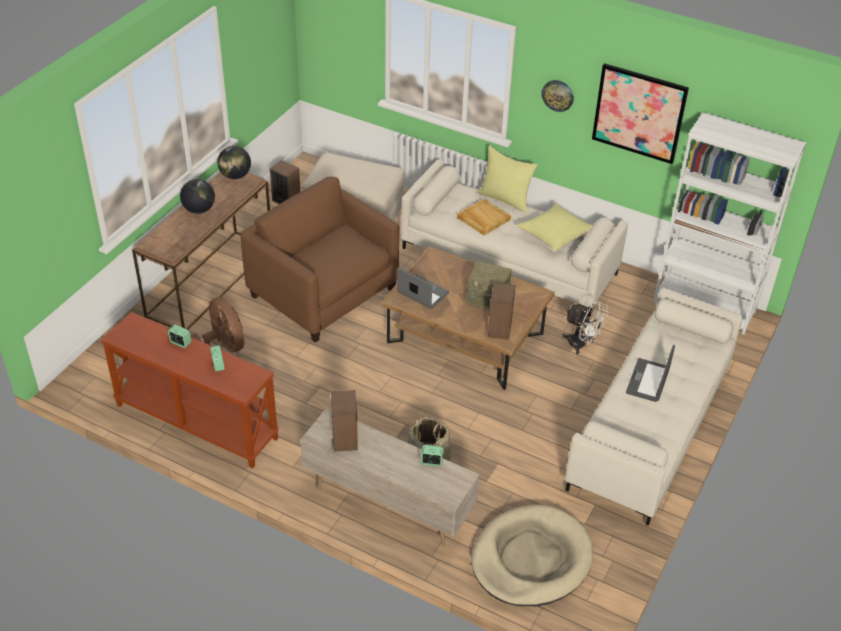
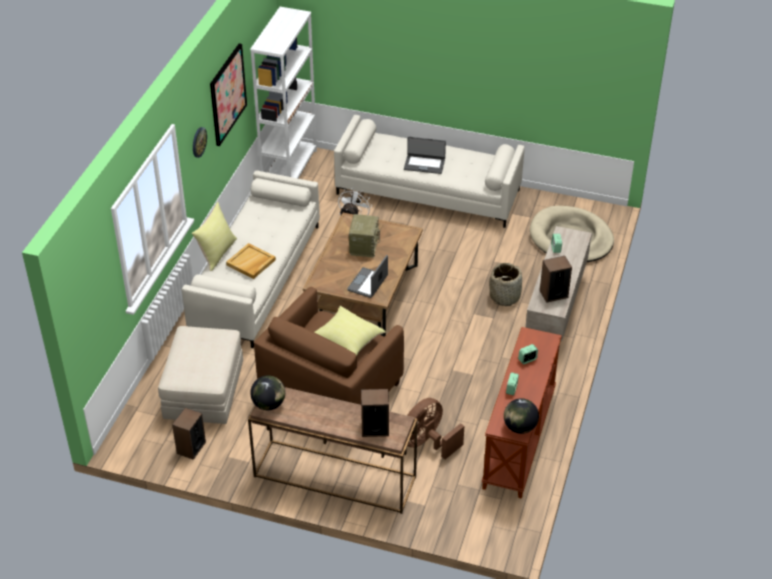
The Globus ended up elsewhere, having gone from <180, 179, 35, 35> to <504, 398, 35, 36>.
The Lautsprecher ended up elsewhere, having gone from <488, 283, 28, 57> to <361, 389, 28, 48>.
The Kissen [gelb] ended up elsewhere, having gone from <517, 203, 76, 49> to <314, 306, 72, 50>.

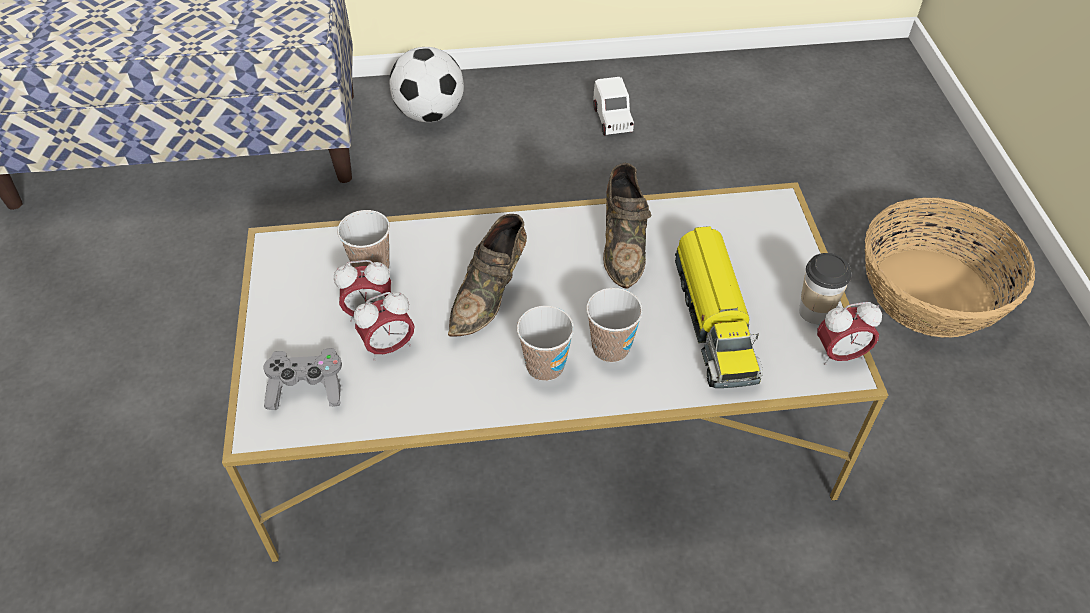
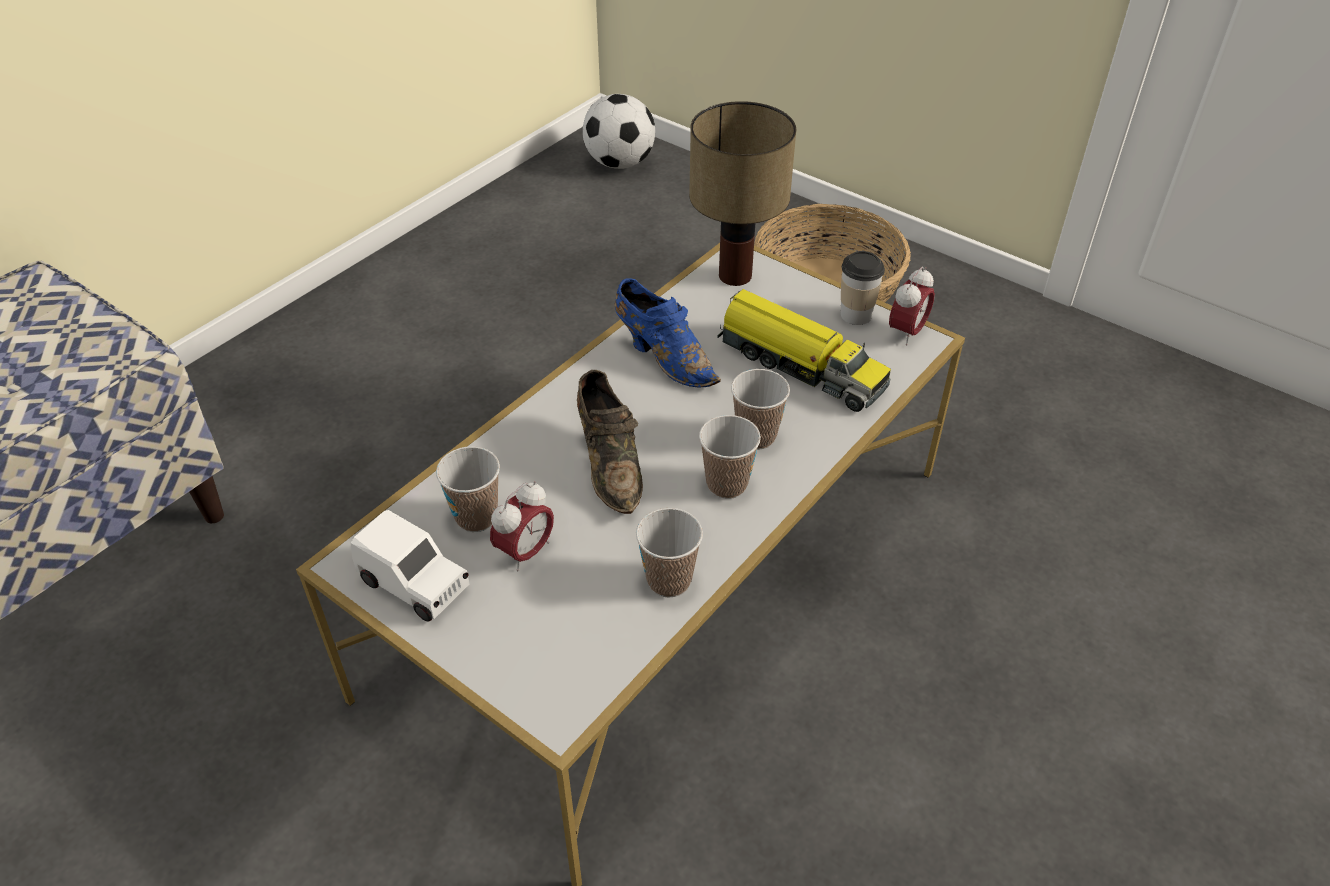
The second view lost the Gamepad [grau] at <264, 348, 78, 62>.
The second view lost the Wecker at <354, 292, 61, 69>.
The second view gained the Tasse at <636, 508, 67, 89>.
The second view gained the Tischlampe at <689, 101, 107, 185>.
The Fußball ended up elsewhere, having gone from <389, 47, 75, 75> to <583, 94, 72, 75>.
The Spielzeugauto [weiß] ended up elsewhere, having gone from <593, 77, 41, 59> to <351, 510, 118, 111>.
What was the Schuh [braun] at <603, 163, 49, 126> turned into the Schuh [blau] at <614, 278, 107, 109>.

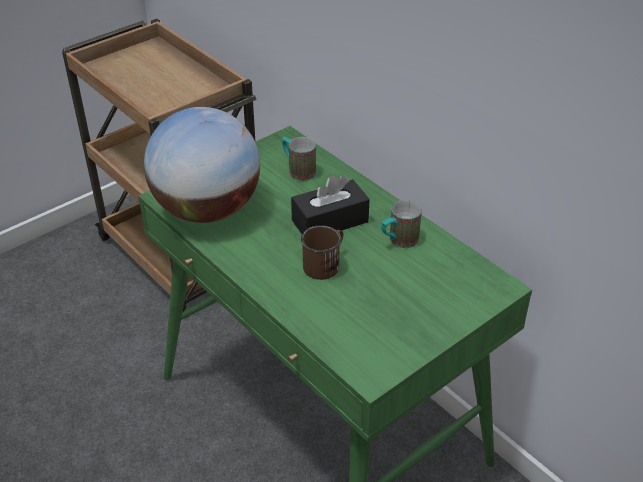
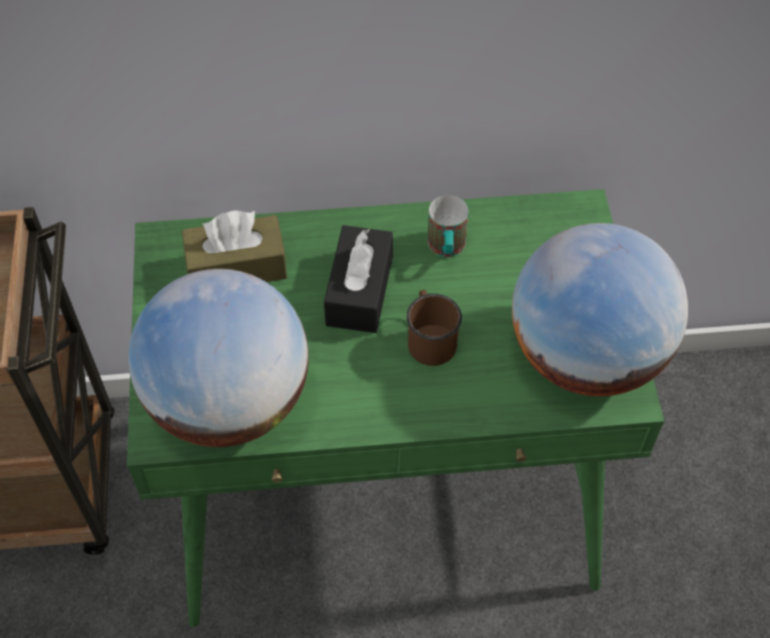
The second view gained the Globus at <512, 223, 176, 173>.
Where the Henkelbecher stood at <282, 137, 34, 44>, the Taschentuchbox [braun] came to stand at <182, 210, 105, 72>.

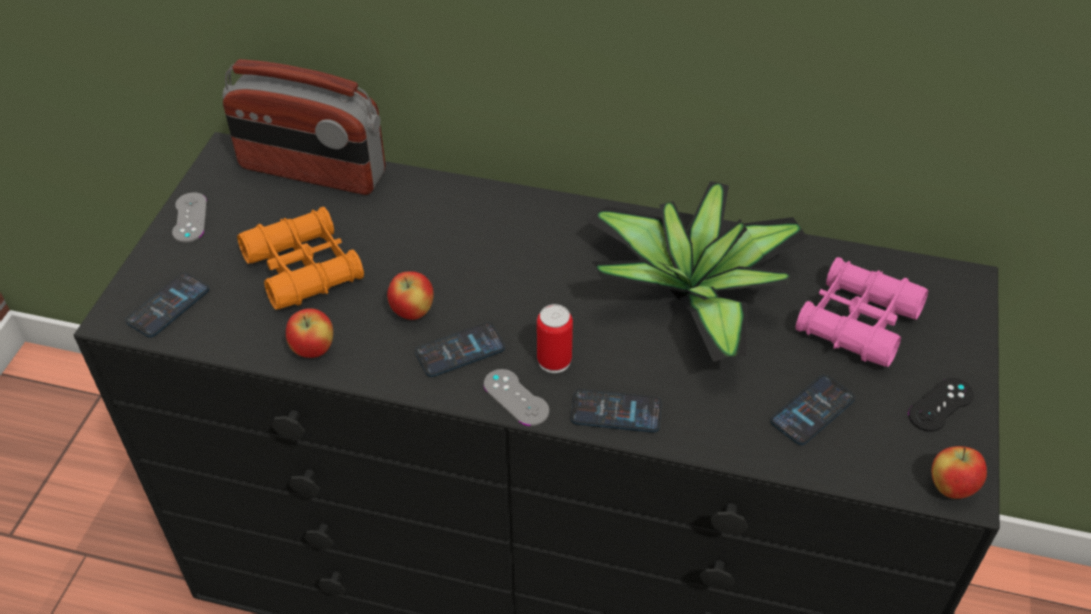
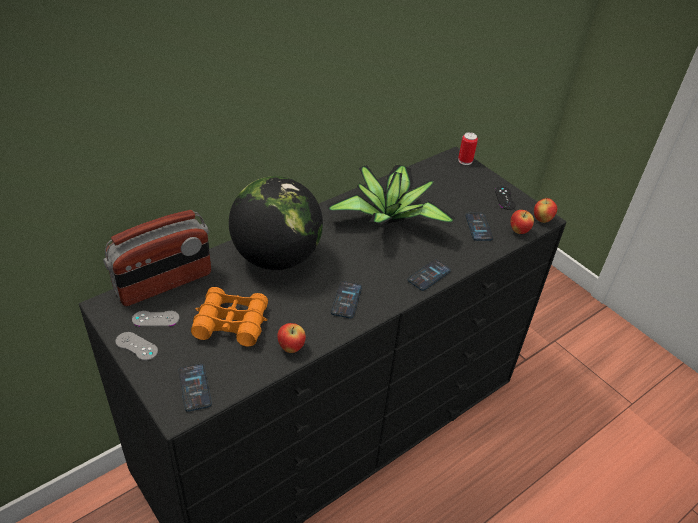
The second view lost the Fernglas [rosa] at <795, 257, 134, 110>.
The second view gained the Globus at <229, 176, 94, 94>.
The Apfel ended up elsewhere, having gone from <387, 271, 47, 49> to <511, 210, 23, 24>.
The Gamepad [grau] ended up elsewhere, having gone from <484, 369, 65, 57> to <132, 311, 48, 16>.
The Dose ended up elsewhere, having gone from <537, 304, 36, 69> to <458, 132, 20, 33>.

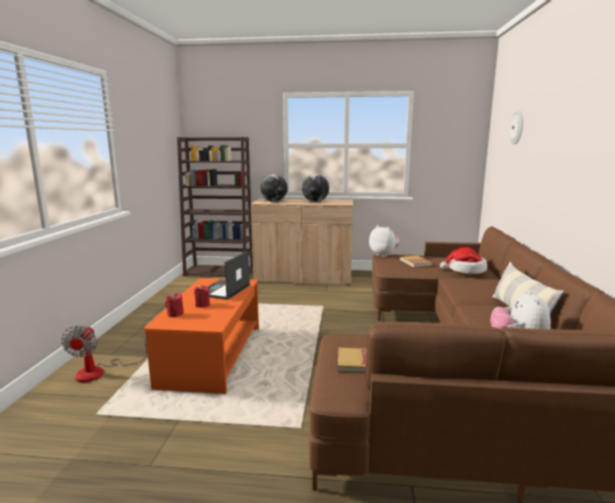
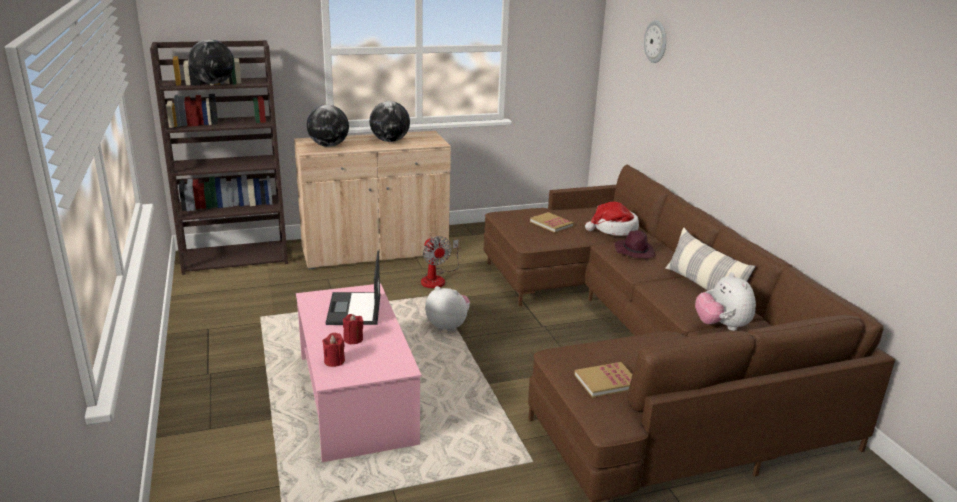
The second view gained the Globus at <188, 39, 46, 45>.
The second view gained the Hut [lila] at <615, 230, 41, 28>.
The Ventilator ended up elsewhere, having gone from <61, 325, 86, 57> to <421, 236, 38, 52>.
The Plüschtier ended up elsewhere, having gone from <369, 225, 31, 32> to <425, 286, 45, 45>.
What was the Couchtisch [orange] at <143, 278, 116, 116> turned into the Couchtisch [rosa] at <296, 284, 126, 178>.

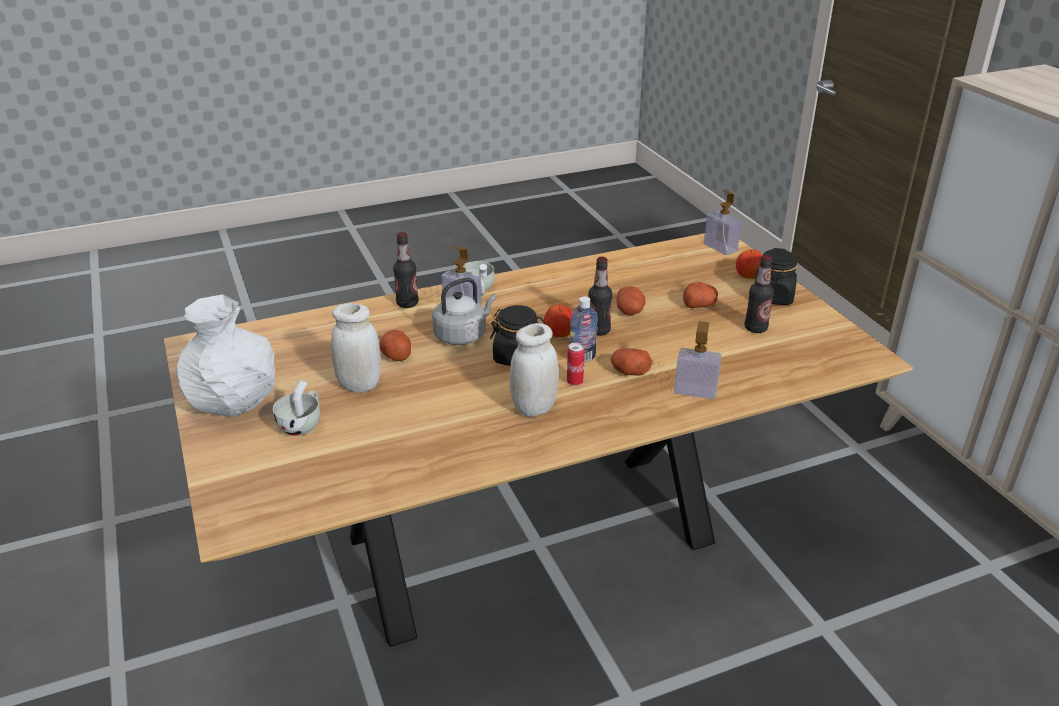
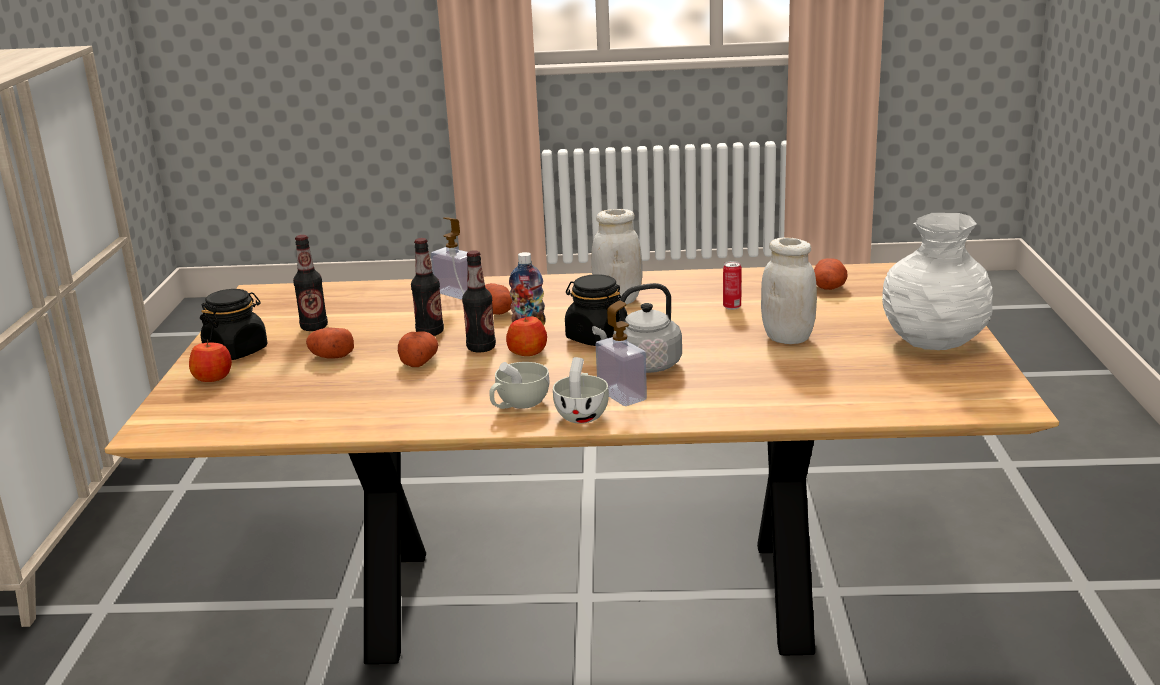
The second view lost the Seifenspender at <704, 190, 37, 65>.
The Tasse [weiß] ended up elsewhere, having gone from <273, 380, 47, 56> to <489, 362, 60, 47>.
The Kartoffel ended up elsewhere, having gone from <380, 330, 31, 31> to <814, 258, 34, 32>.
The Flasche ended up elsewhere, having gone from <393, 232, 26, 76> to <411, 238, 33, 98>.
The Dose ended up elsewhere, having gone from <567, 342, 18, 44> to <723, 261, 19, 49>.

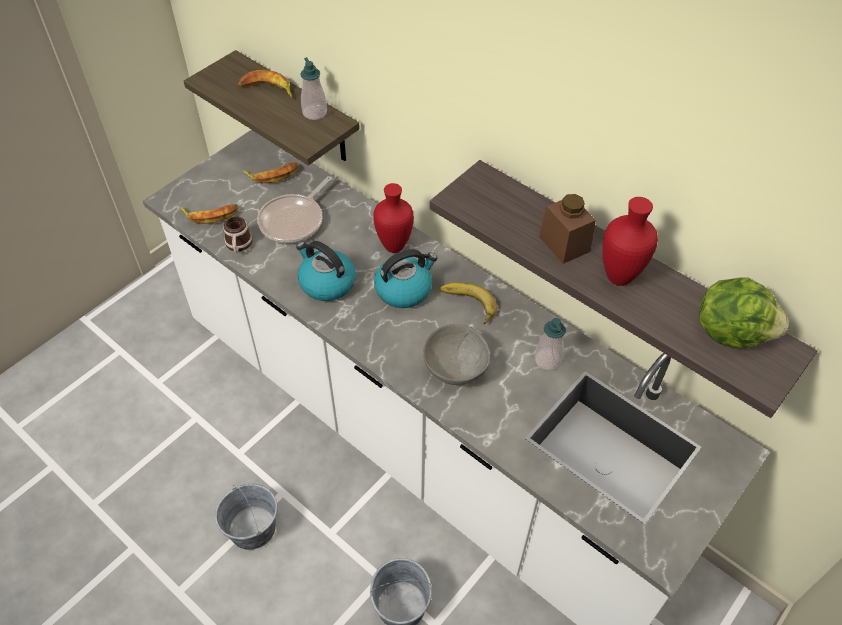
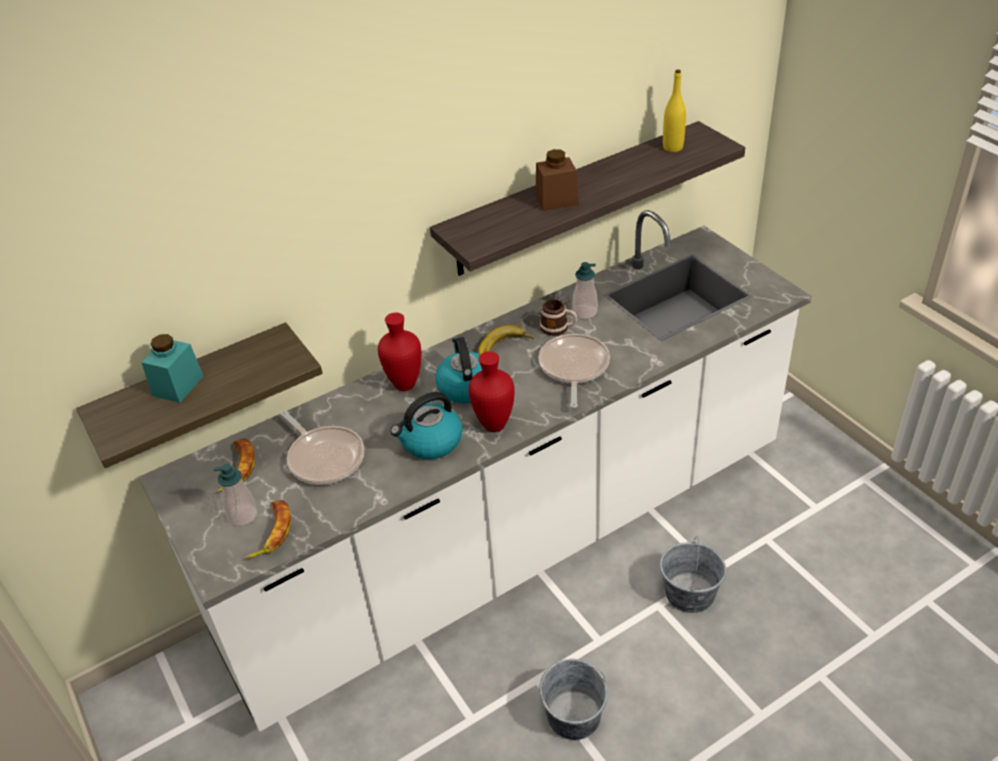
The Henkelbecher ended up elsewhere, having gone from <223, 216, 30, 37> to <540, 300, 37, 36>.
The Seifenspender ended up elsewhere, having gone from <301, 57, 26, 63> to <213, 464, 45, 62>.
The Vase [rot] ended up elsewhere, having gone from <602, 197, 56, 89> to <469, 351, 45, 81>.
Where the Banane stood at <238, 70, 54, 27>, the Vorratsglas [türkis] came to stand at <141, 334, 62, 69>.
Where the Schüssel [grau] stood at <423, 324, 68, 61>, the Pfanne came to stand at <538, 334, 72, 74>.
Where the Salatkopf stood at <699, 277, 90, 72>, the Flasche [gelb] came to stand at <663, 69, 23, 83>.

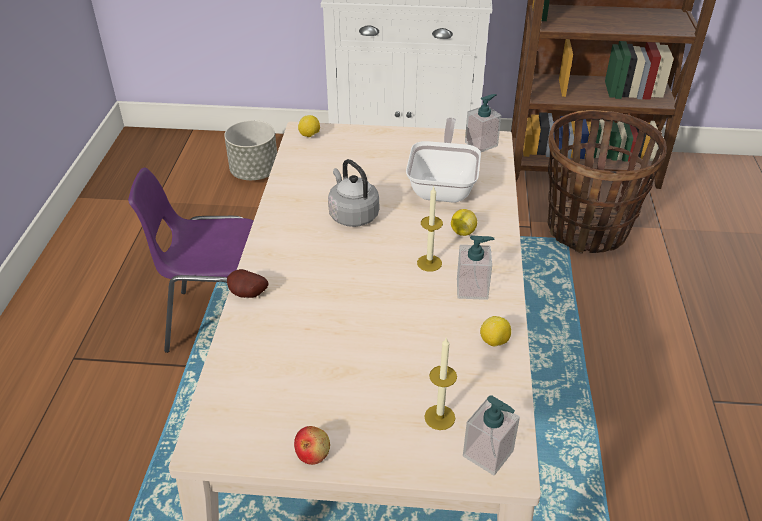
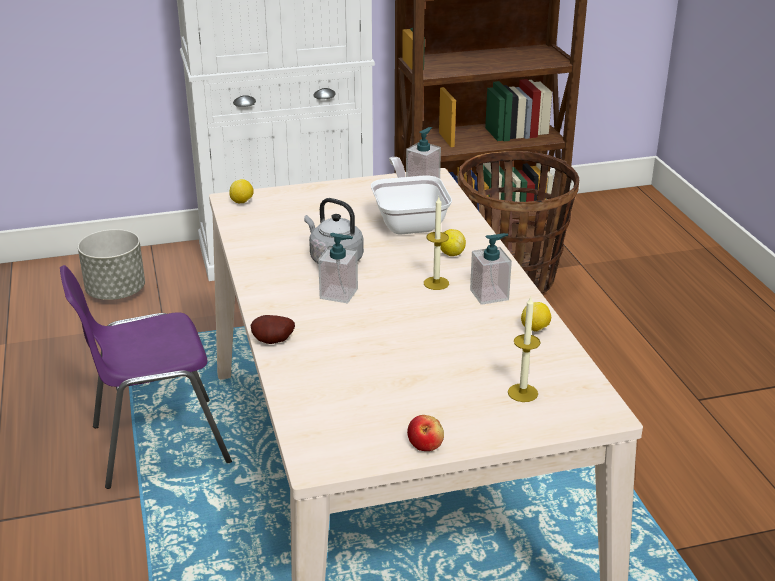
The Seifenspender ended up elsewhere, having gone from <463, 395, 57, 80> to <318, 233, 40, 70>.

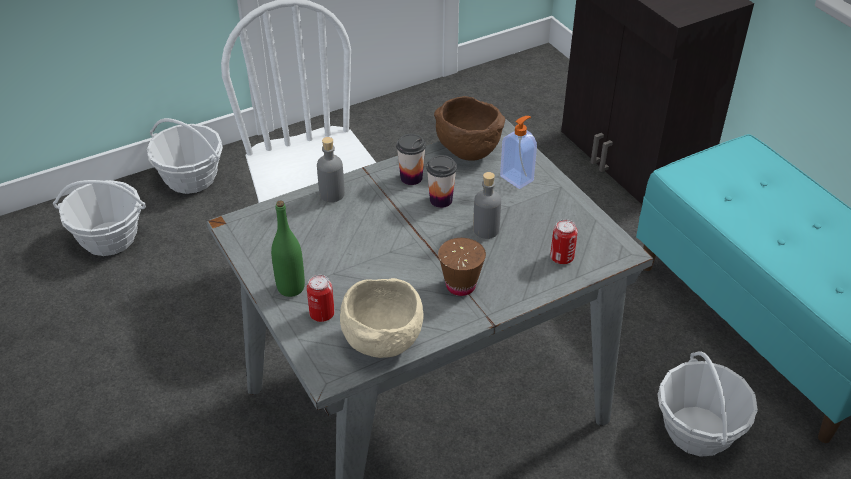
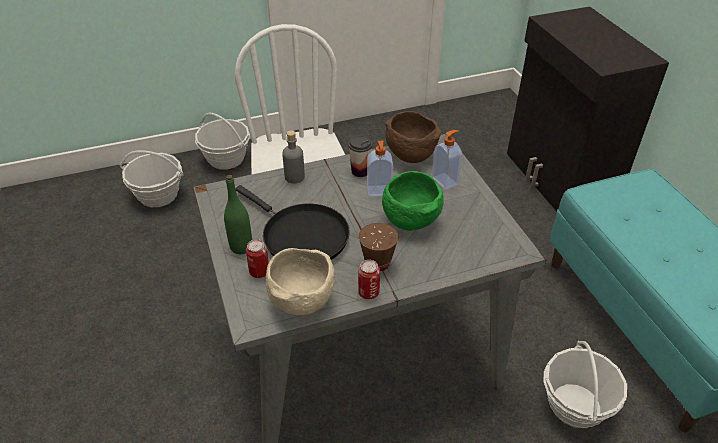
The second view gained the Pfanne [schwarz] at <235, 185, 115, 75>.
The Dose ended up elsewhere, having gone from <550, 219, 28, 45> to <358, 260, 22, 39>.
Where the Tasse stood at <426, 155, 31, 53>, the Seifenspender came to stand at <367, 141, 26, 56>.
Where the Flasche [grau] stood at <473, 172, 28, 67>, the Schüssel [grün] came to stand at <382, 171, 62, 60>.

